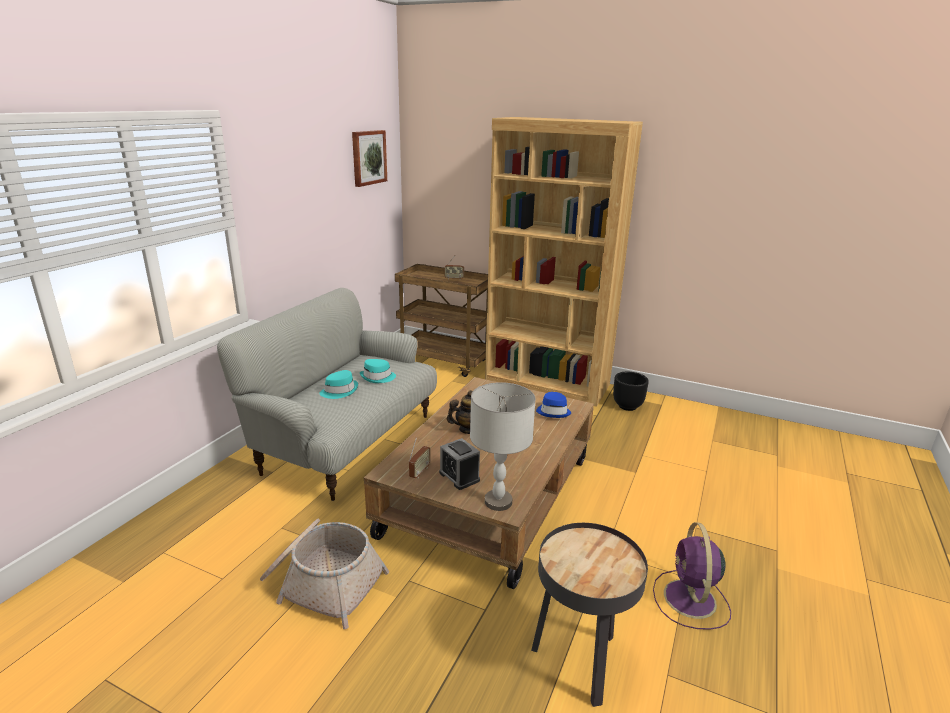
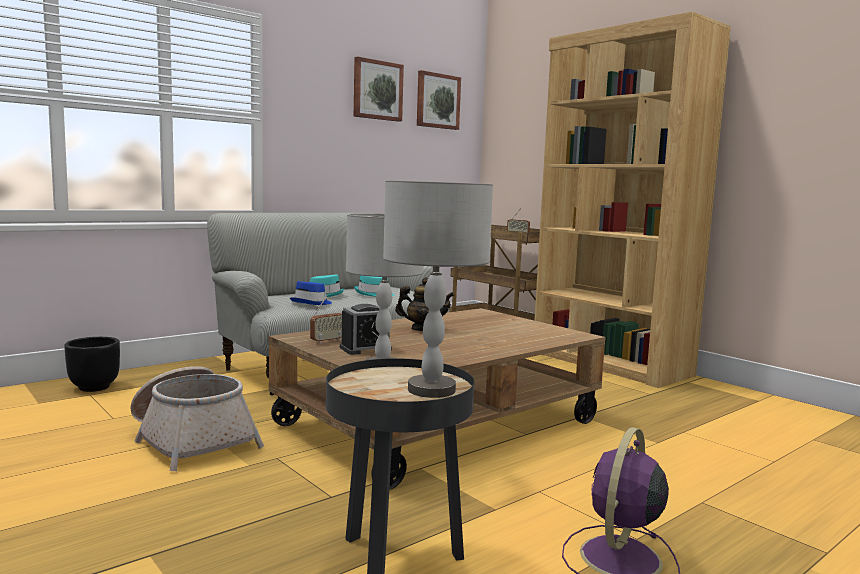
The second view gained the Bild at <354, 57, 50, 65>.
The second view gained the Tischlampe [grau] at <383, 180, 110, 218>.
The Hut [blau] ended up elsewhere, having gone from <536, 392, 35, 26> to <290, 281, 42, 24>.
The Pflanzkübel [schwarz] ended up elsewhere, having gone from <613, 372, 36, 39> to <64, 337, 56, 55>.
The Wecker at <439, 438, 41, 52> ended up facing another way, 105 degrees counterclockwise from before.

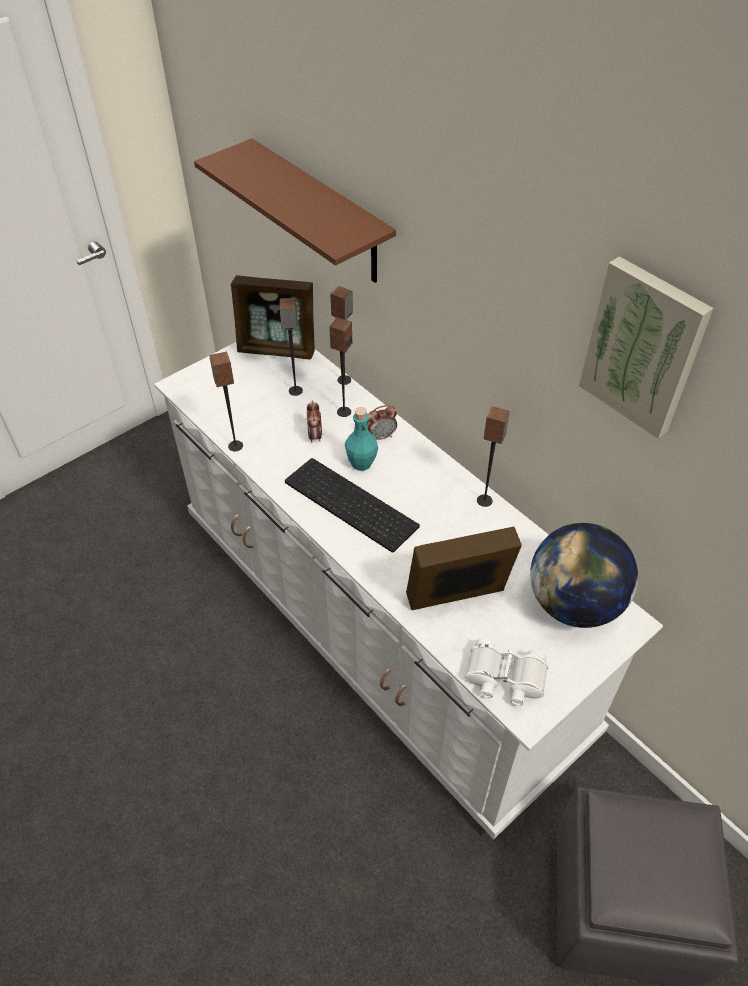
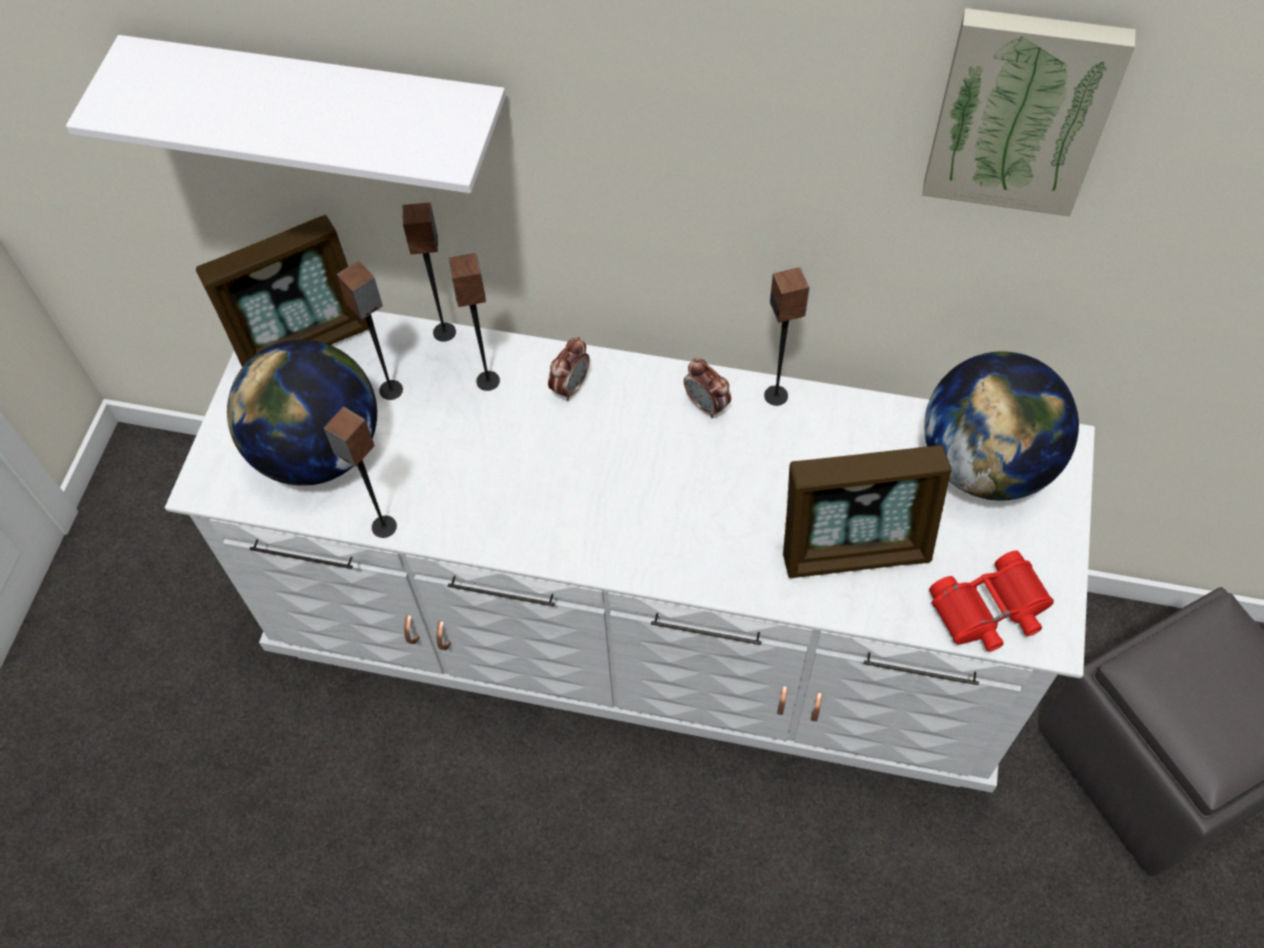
The second view lost the Tastatur at <285, 458, 135, 94>.
The second view lost the Flasche [türkis] at <345, 407, 33, 64>.
The second view gained the Globus at <227, 339, 150, 147>.
The Wecker ended up elsewhere, having gone from <307, 400, 15, 43> to <684, 358, 47, 60>.
What was the Wandregal [braun] at <194, 138, 202, 145> turned into the Wandregal [weiß] at <66, 35, 440, 158>.
What was the Fernglas [weiß] at <465, 638, 84, 68> turned into the Fernglas [rot] at <929, 550, 125, 102>.
The Bilderrahmen at <406, 527, 116, 83> ended up facing another way, 135 degrees counterclockwise from before.

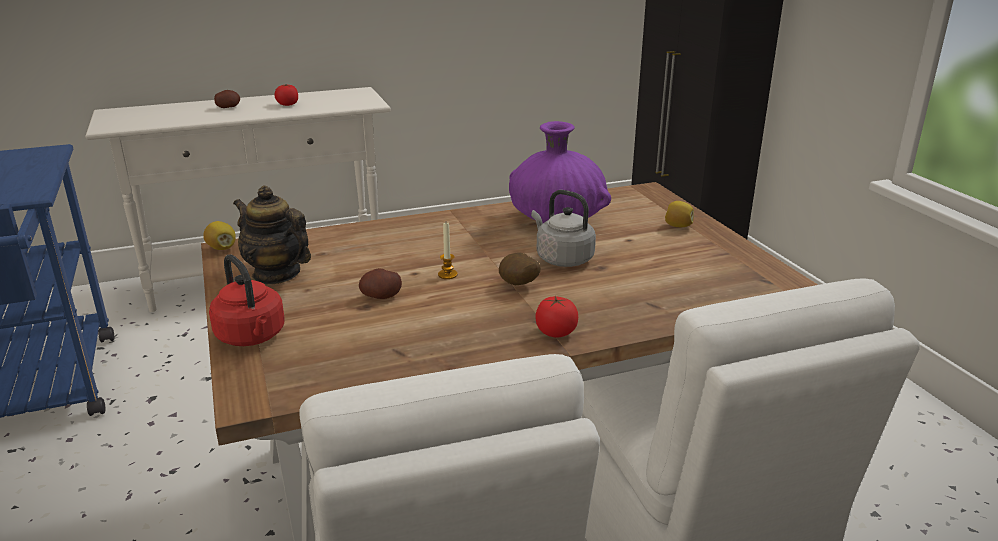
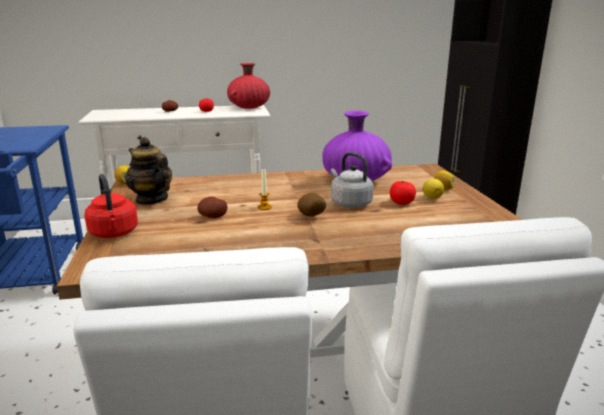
The second view gained the Vase [rot] at <227, 63, 43, 46>.
The second view gained the Zitrone at <423, 179, 21, 20>.
The Tomate ended up elsewhere, having gone from <535, 296, 43, 42> to <390, 180, 26, 25>.

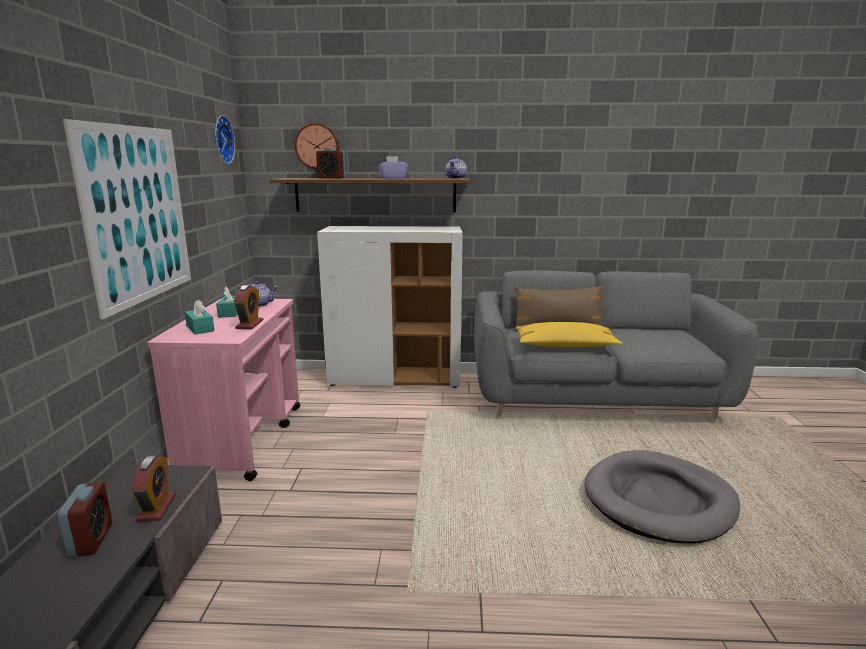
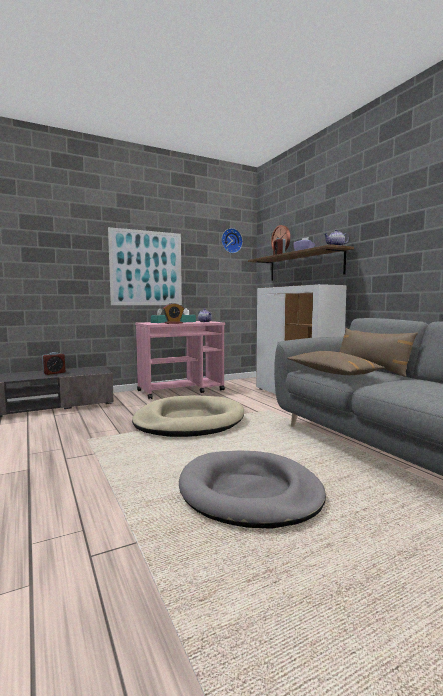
The second view lost the Wecker at <131, 455, 45, 67>.
The second view gained the Hundebett [beige] at <132, 395, 112, 42>.
What was the Kissen [gelb] at <516, 322, 107, 25> turned into the Kissen [braun] at <287, 351, 97, 24>.

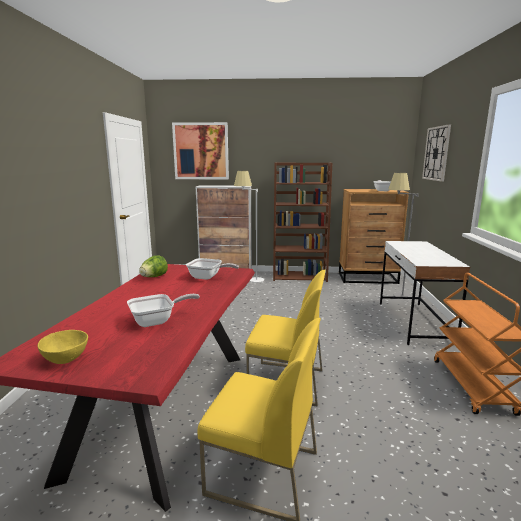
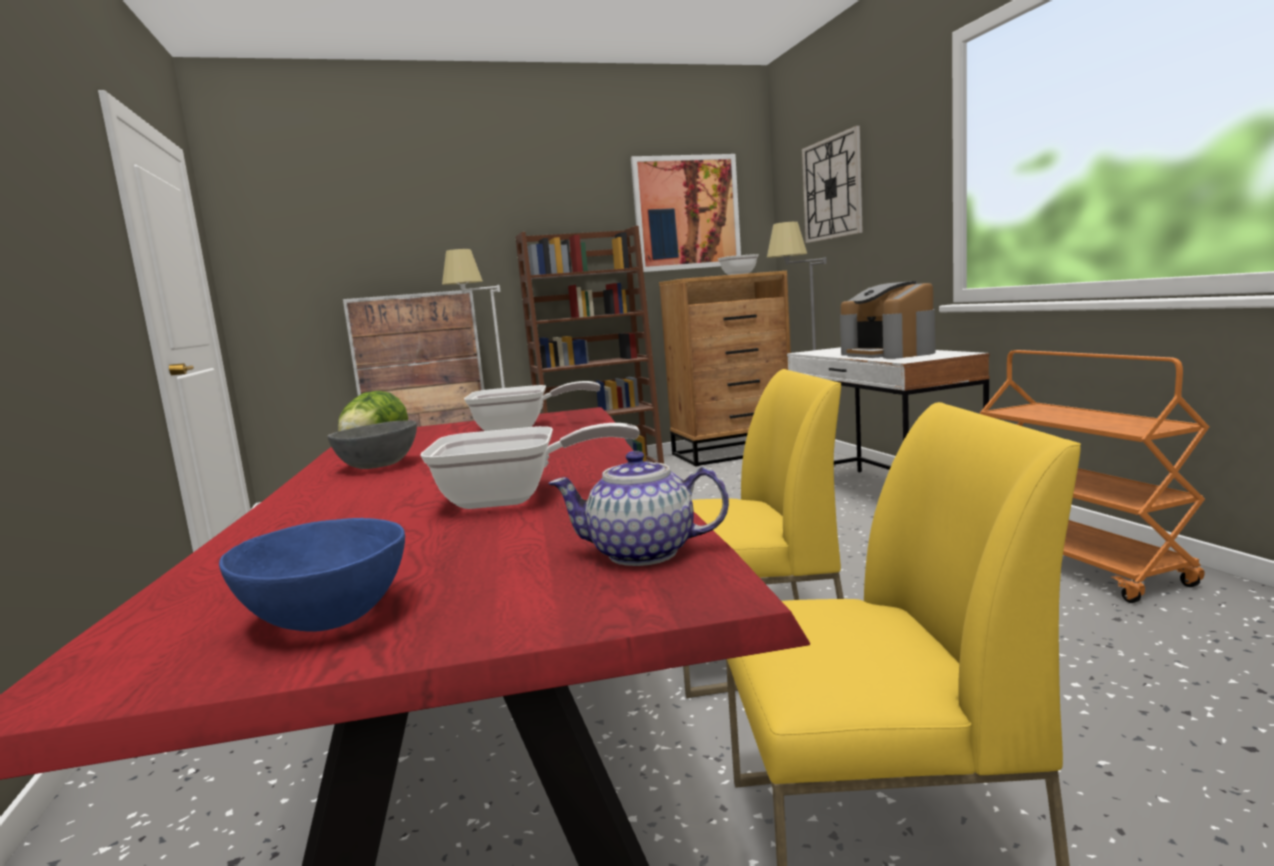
The second view gained the Schüssel [grau] at <327, 420, 90, 49>.
The second view gained the Teekanne at <548, 451, 181, 115>.
The second view gained the Kaffeemaschine at <840, 281, 96, 78>.
The Bild ended up elsewhere, having gone from <172, 122, 57, 57> to <631, 154, 110, 118>.
What was the Schüssel [gelb] at <38, 330, 50, 34> turned into the Schüssel [blau] at <219, 518, 186, 113>.
The Pfanne at <127, 294, 73, 33> ended up facing another way, 45 degrees clockwise from before.

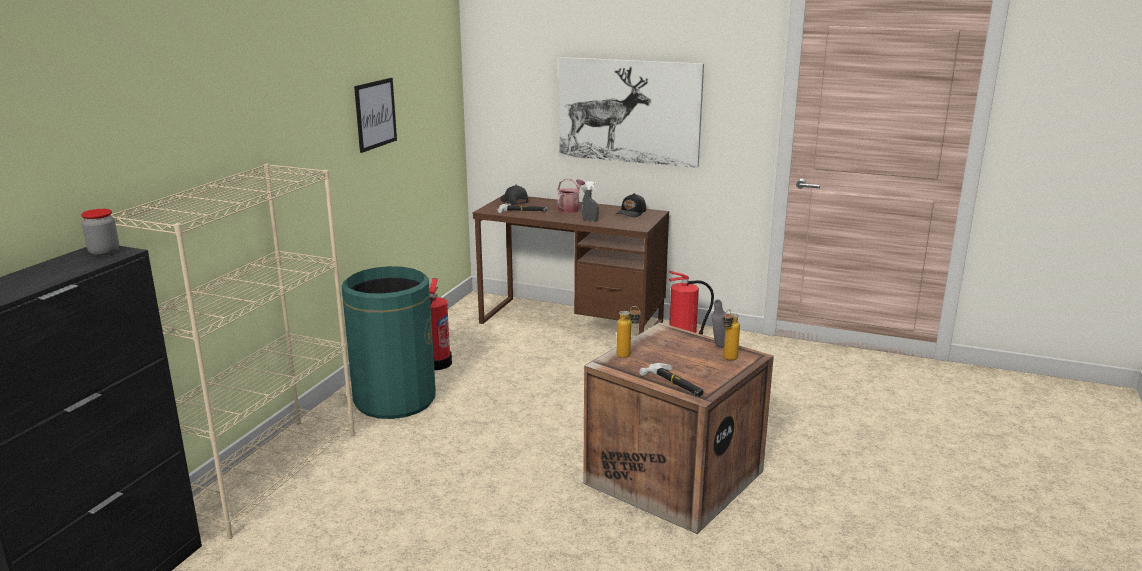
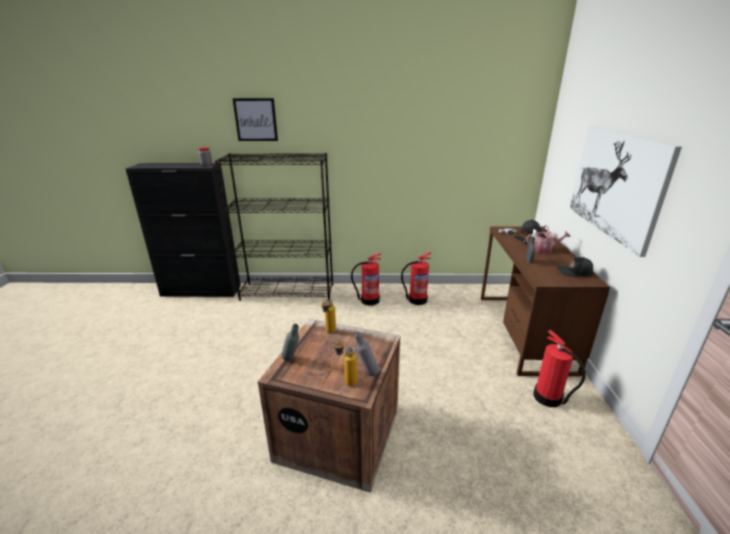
The Bild ended up elsewhere, having gone from <354, 78, 43, 75> to <233, 98, 45, 43>.
Where the Mülleimer [grün] stood at <342, 266, 94, 153>, the Feuerlöscher came to stand at <351, 253, 30, 53>.
Where the Hammer stood at <639, 363, 65, 34>, the Flasche [grau] came to stand at <281, 324, 18, 37>.
What was the Bücherregal [beige] at <110, 164, 245, 375> turned into the Bücherregal [schwarz] at <215, 153, 118, 148>.

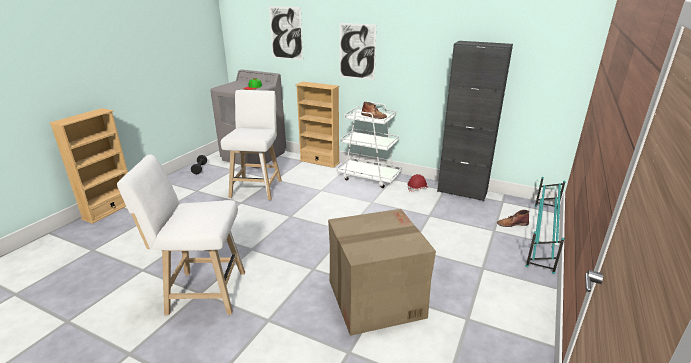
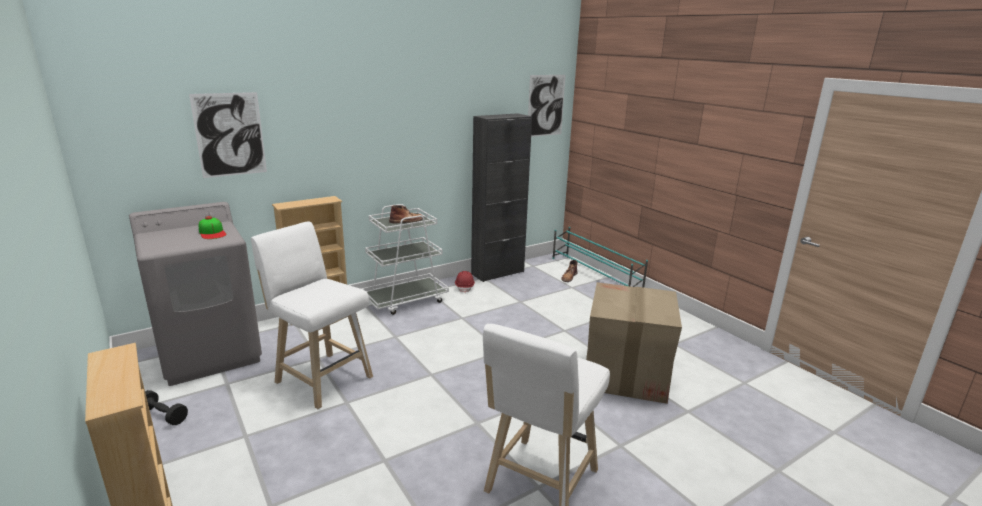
The Bild ended up elsewhere, having gone from <339, 23, 37, 57> to <528, 75, 37, 62>.

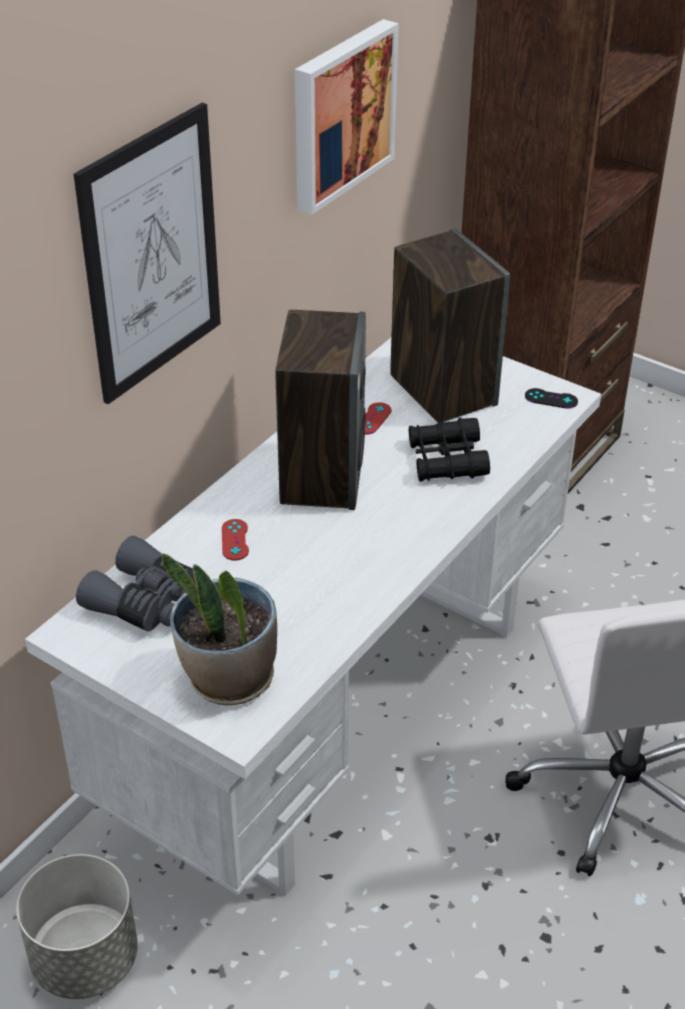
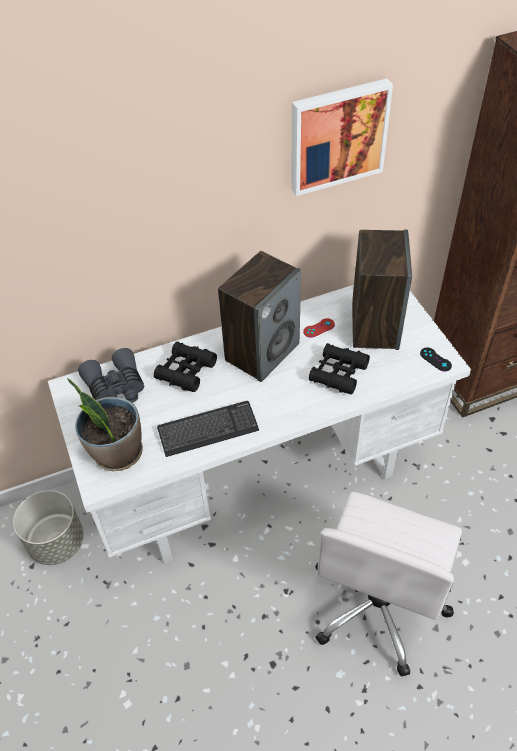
The second view lost the Bild at <74, 103, 147, 301>.
The second view gained the Tastatur at <157, 401, 102, 56>.
Where the Gamepad [rot] stood at <222, 519, 27, 42>, the Fernglas [schwarz] came to stand at <154, 341, 63, 51>.

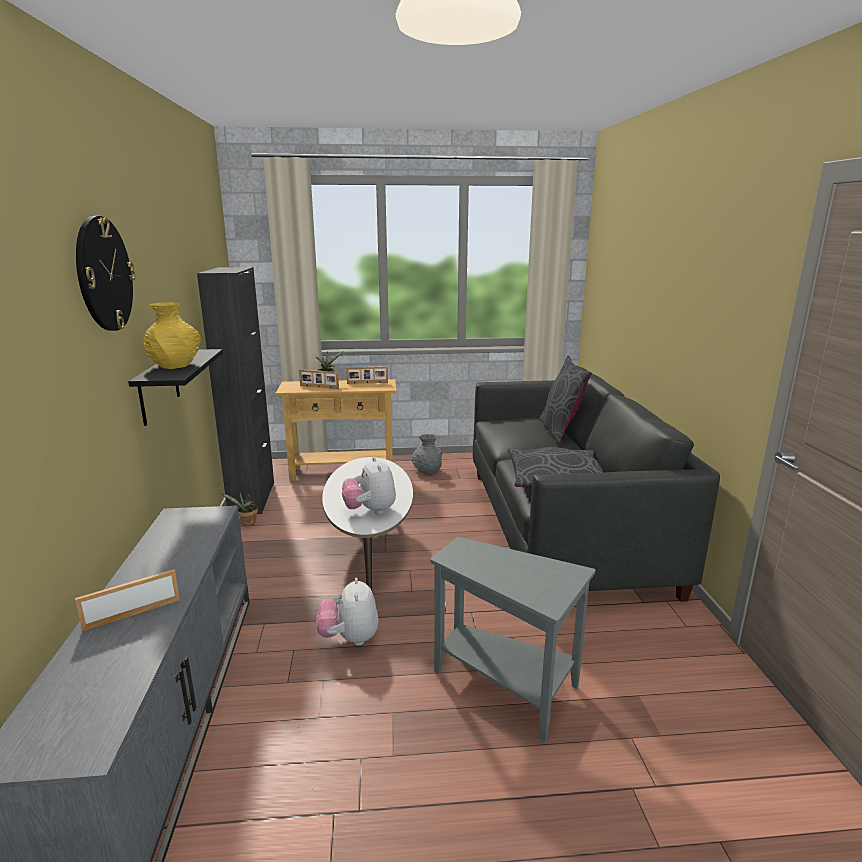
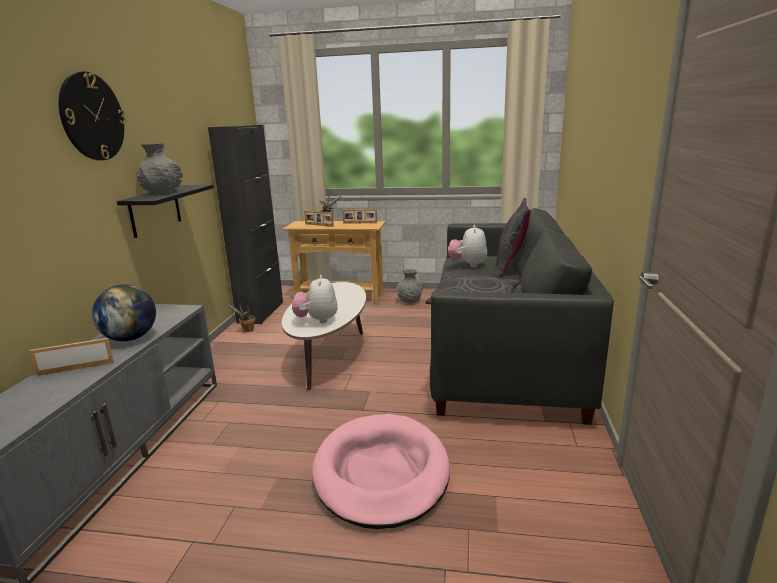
The second view gained the Globus at <92, 285, 64, 56>.
The Plüschtier ended up elsewhere, having gone from <317, 578, 62, 68> to <448, 225, 39, 42>.
Where the Beistelltisch [grau] stood at <430, 537, 166, 206>, the Hundebett [rosa] came to stand at <312, 414, 138, 115>.
What was the Vase [gelb] at <143, 302, 58, 67> turned into the Vase [grau] at <137, 143, 46, 52>.

